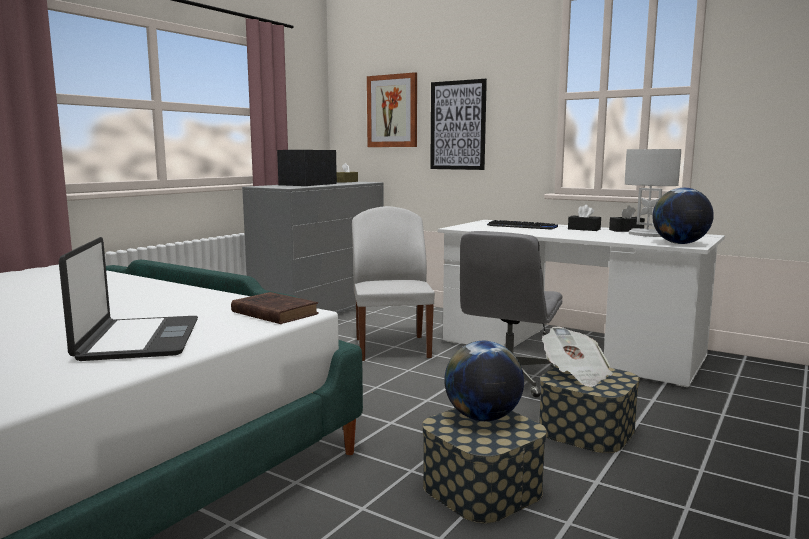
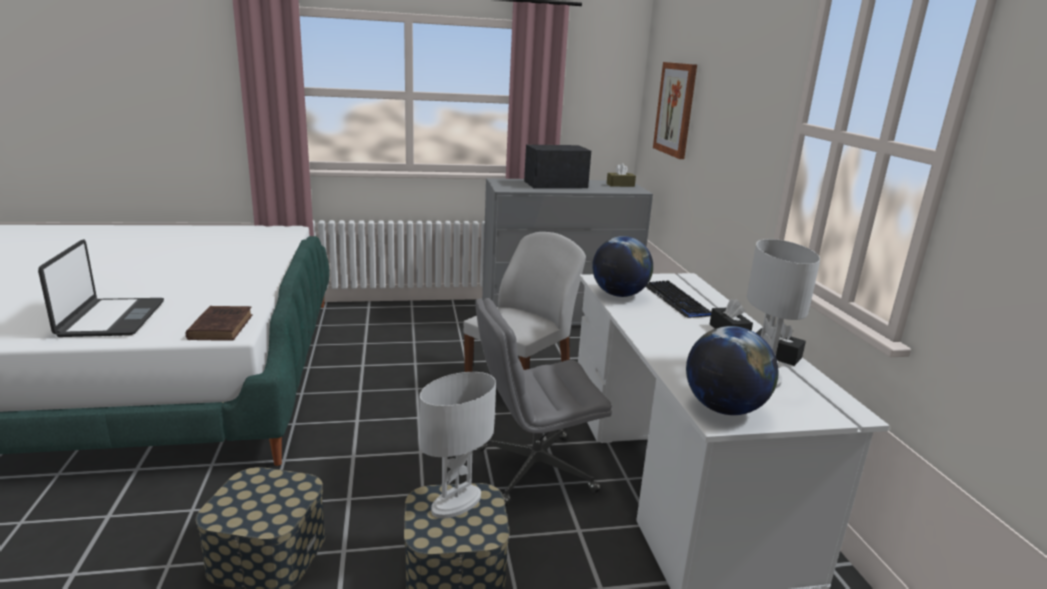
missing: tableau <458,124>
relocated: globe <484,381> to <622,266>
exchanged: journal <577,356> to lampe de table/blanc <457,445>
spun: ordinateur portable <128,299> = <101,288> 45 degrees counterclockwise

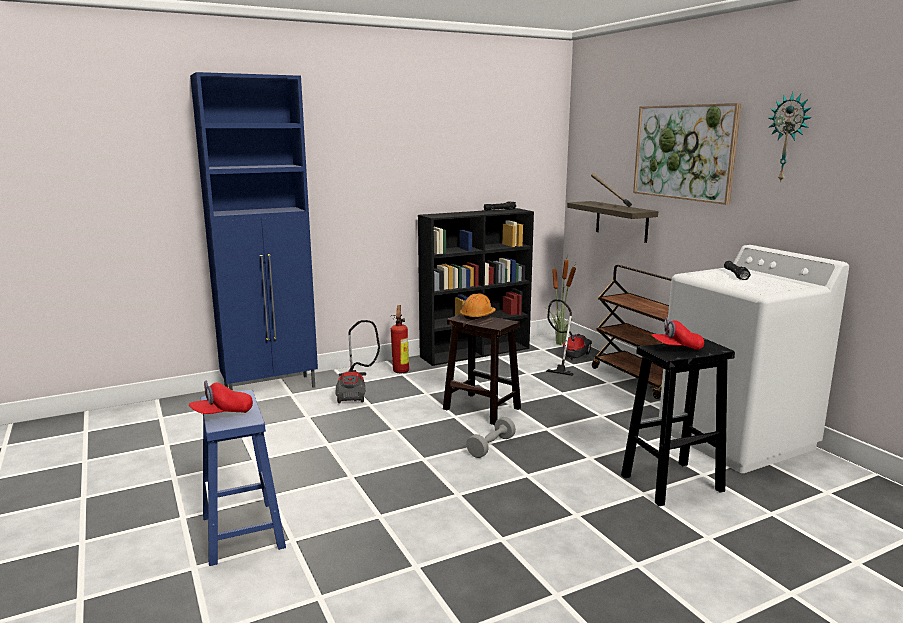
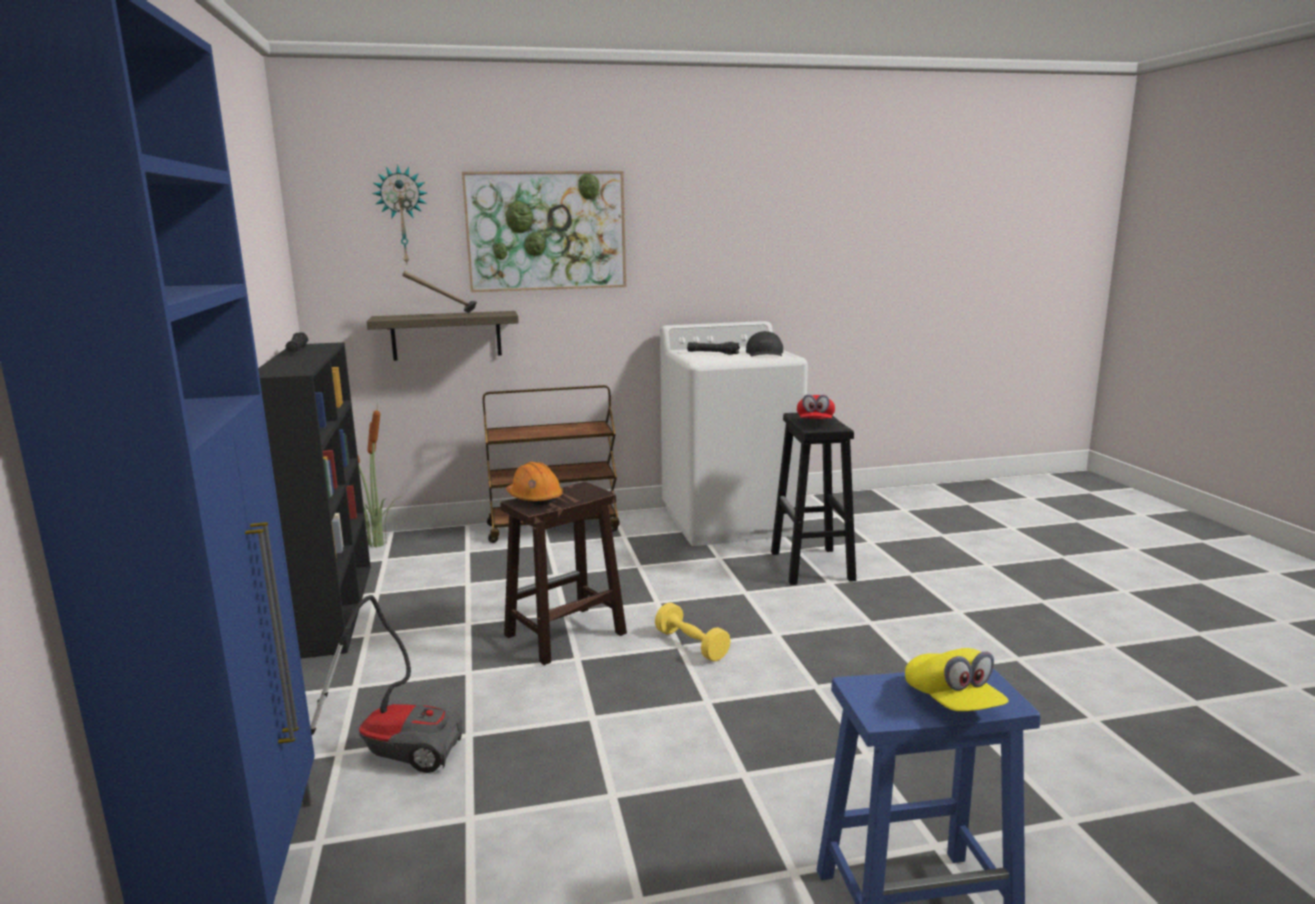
missing: extincteur <400,339>; aspirateur <569,337>
appeared: casquette/noir <764,343>
relocated: horloge murale <790,137> to <399,214>
colour: casquette/rouge <221,397> to casquette/jaune <957,679>; haltère/gris <491,437> to haltère/jaune <693,632>

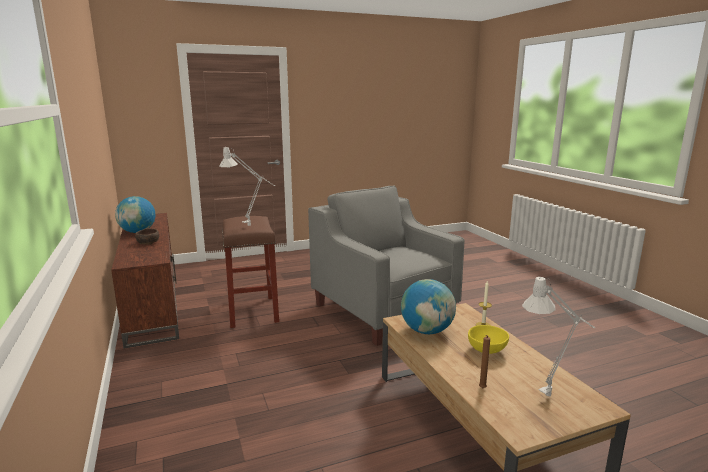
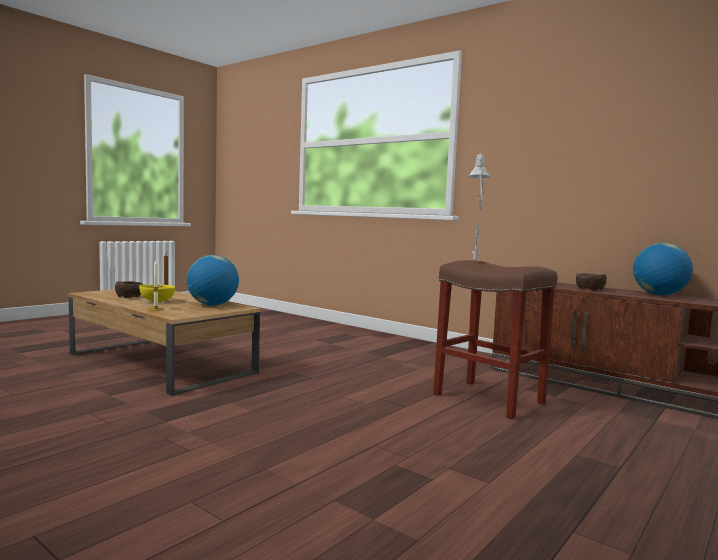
missing: fauteuil/gris <386,266>; lampe de table/gris <558,337>
appeared: bol/marron <129,289>

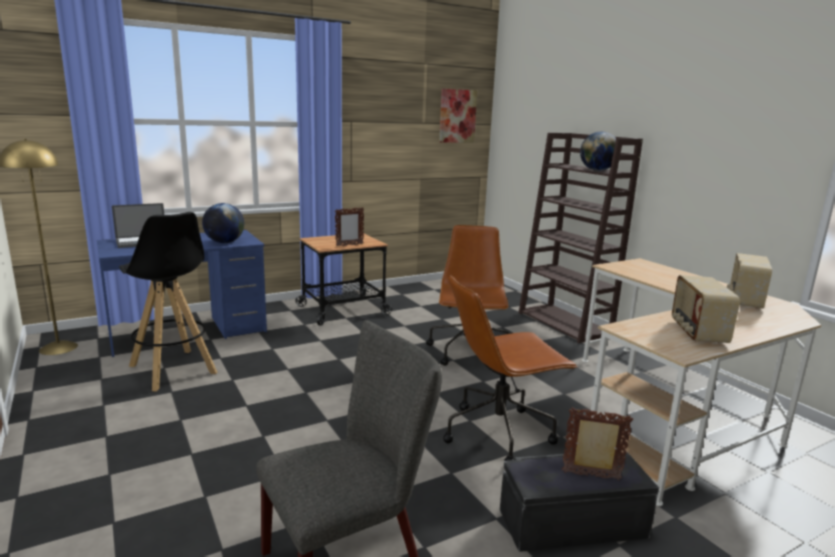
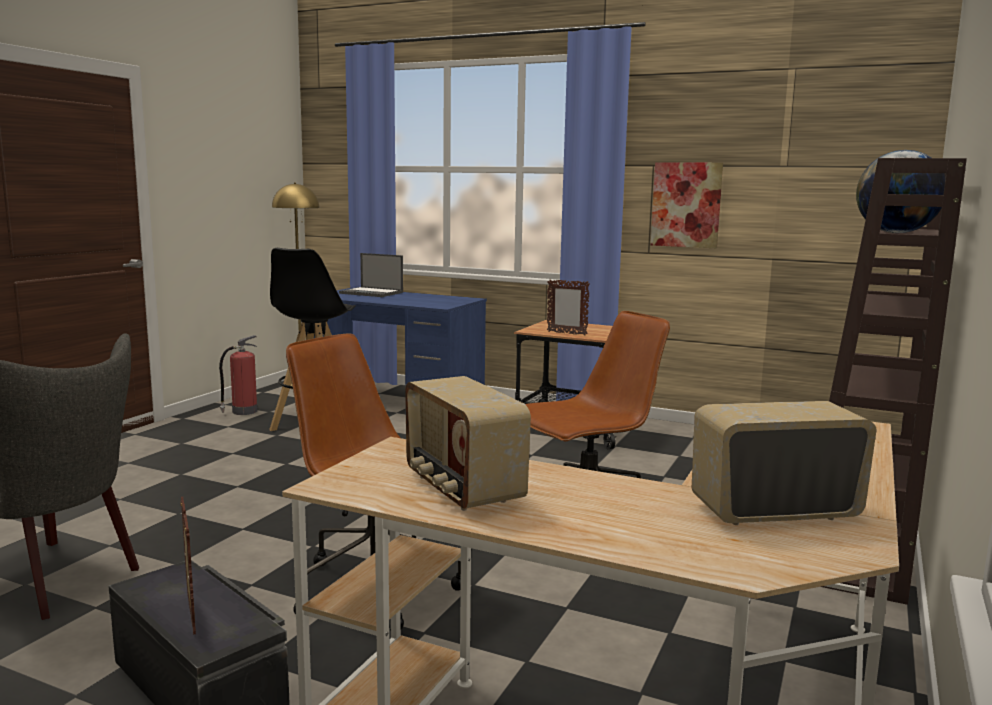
missing: globe <223,223>
appeared: extincteur <238,375>
relocated: tableau <458,116> to <687,205>
spun: radio <706,309> = <468,443> 90 degrees counterclockwise

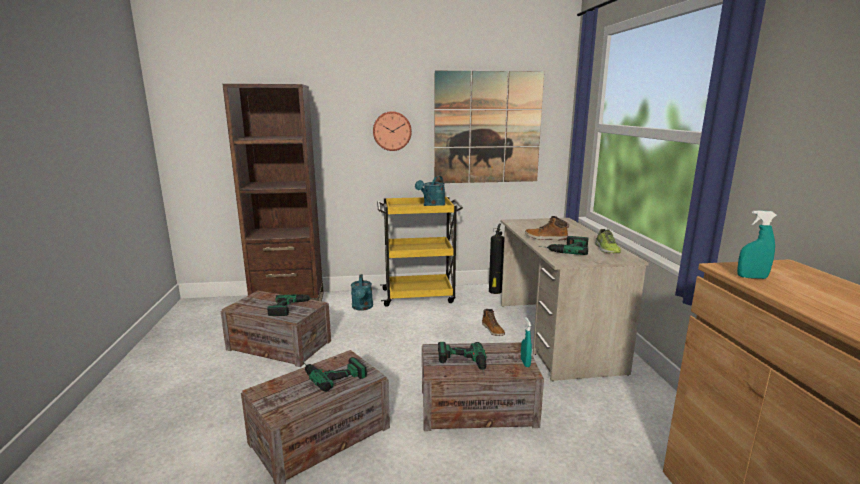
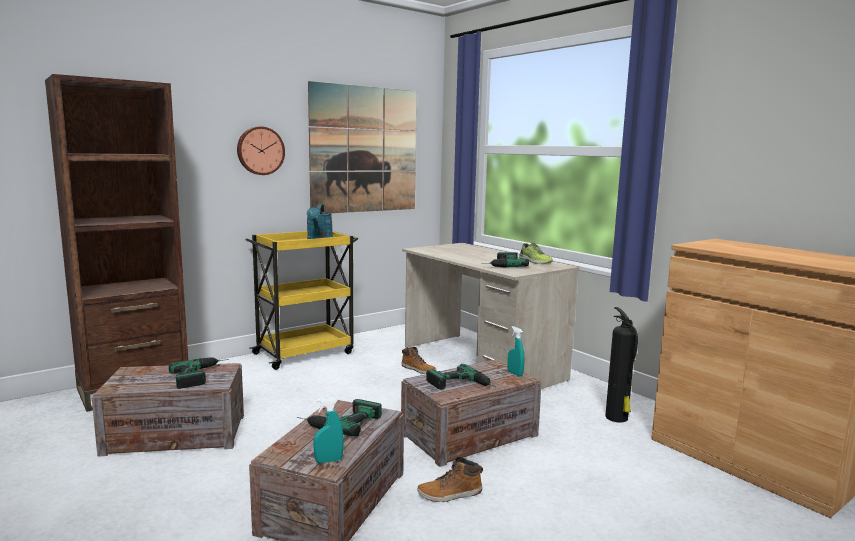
missing: arrosoir/turquoise <362,292>
relocated: extincteur <496,258> to <621,364>; botte <547,228> to <450,479>; vaporisateur/turquoise <757,244> to <328,430>

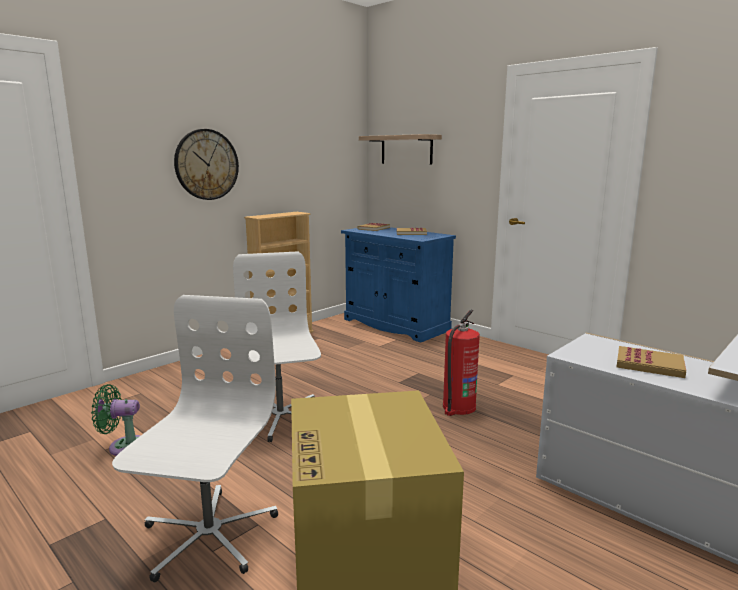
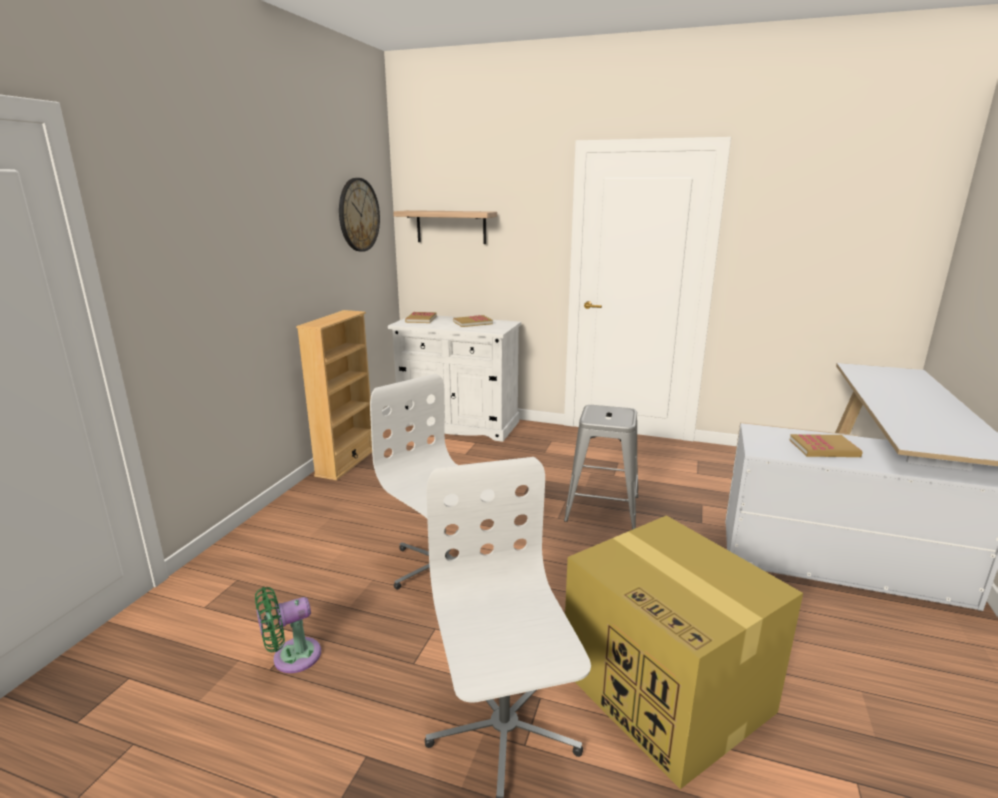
relocated: horloge murale <206,164> to <359,215>
exchanged: extincteur <461,363> to tabouret/gris <601,467>
colour: meuble de rangement/bleu <398,285> to meuble de rangement/blanc <454,379>

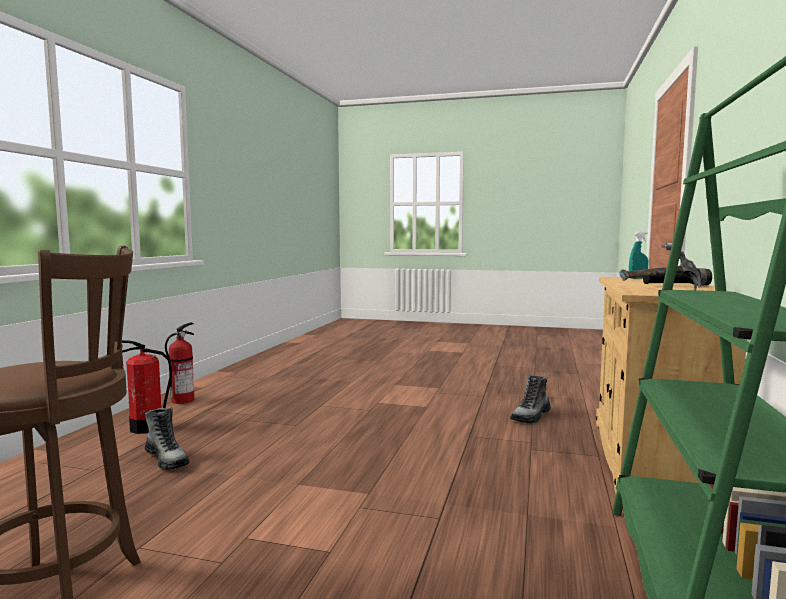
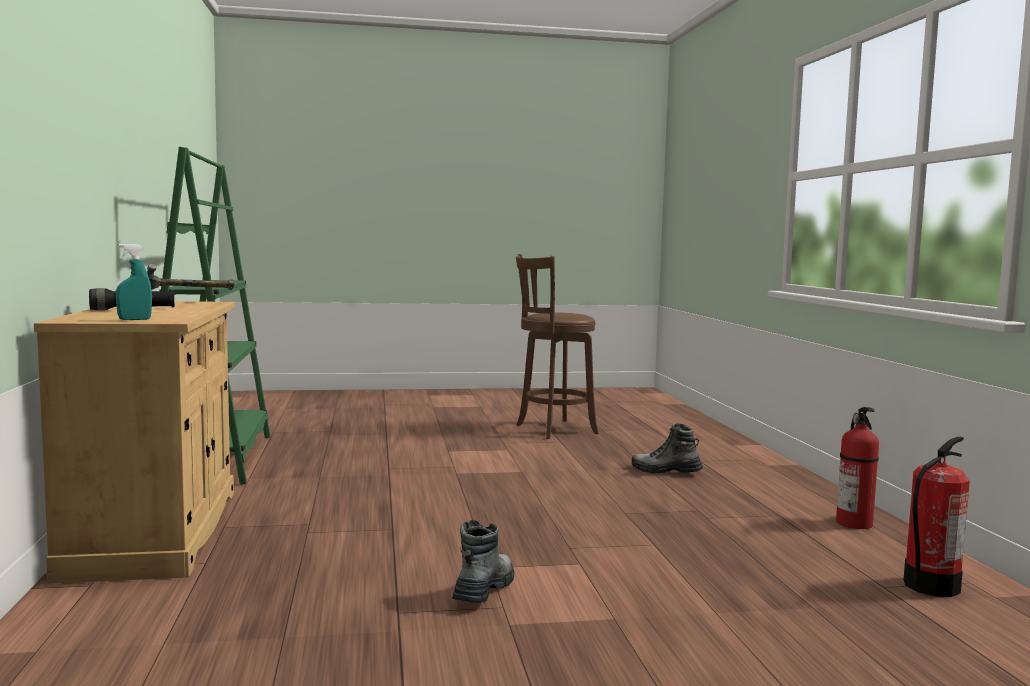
relocated: extincteur <147,387> to <937,517>; botte <530,398> to <483,561>

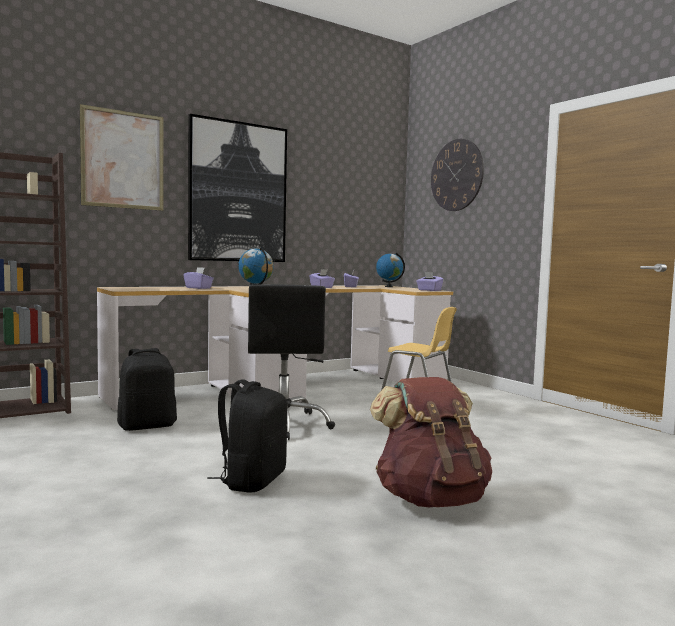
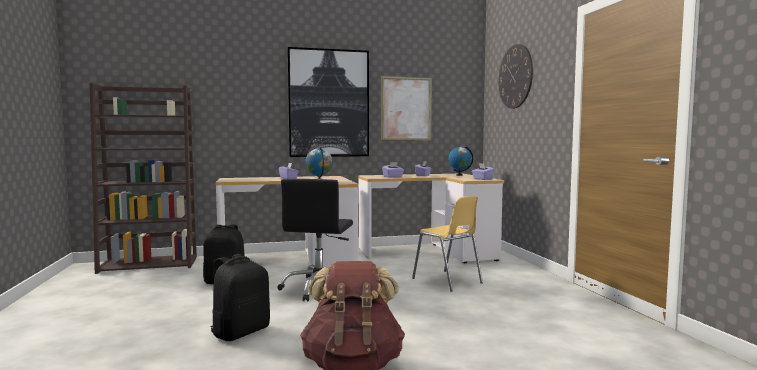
relocated: tableau <121,157> to <406,108>

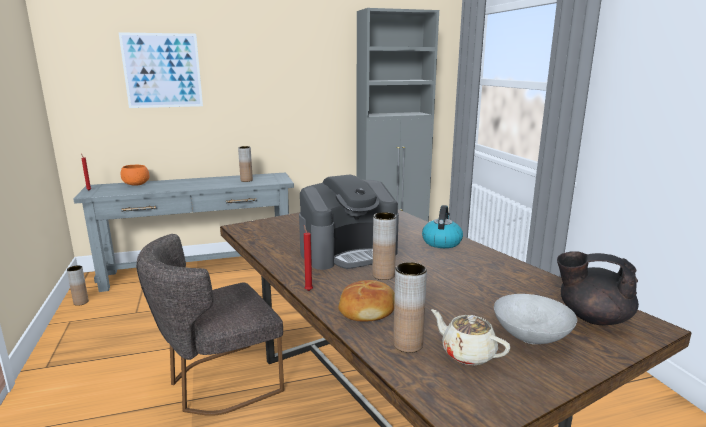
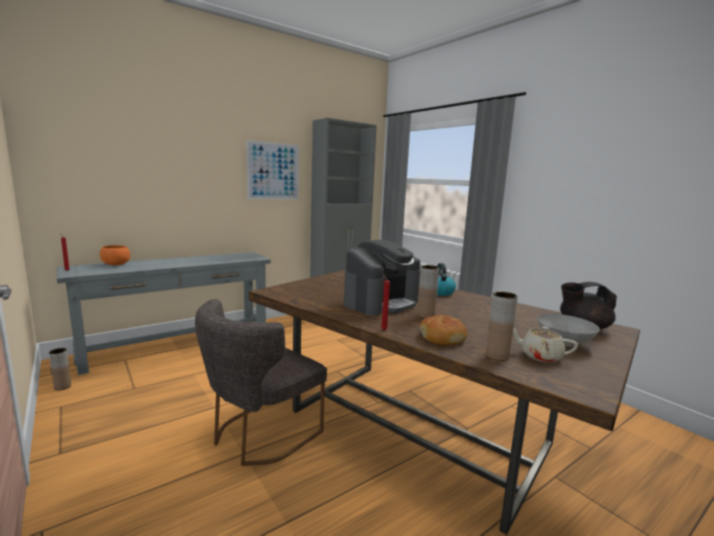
missing: vase/marron <245,164>
relocated: tableau <161,70> to <272,170>

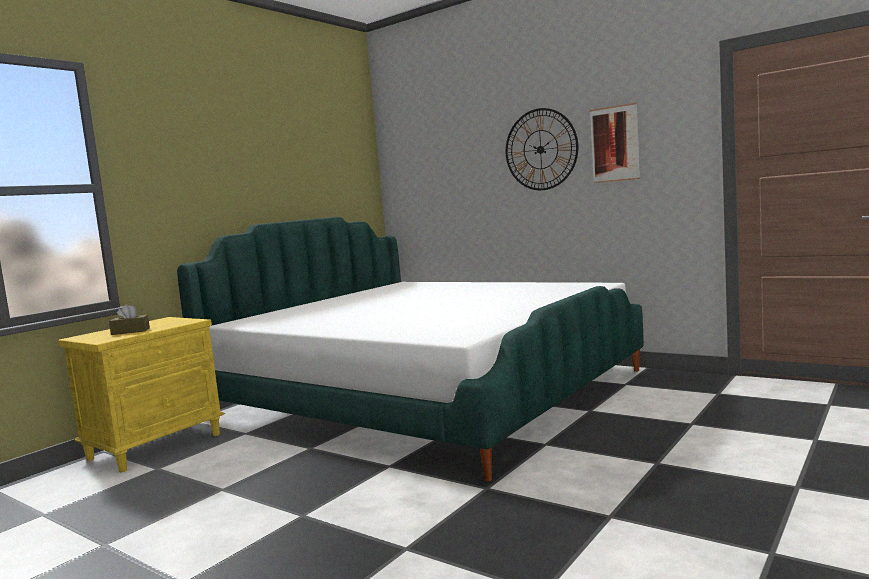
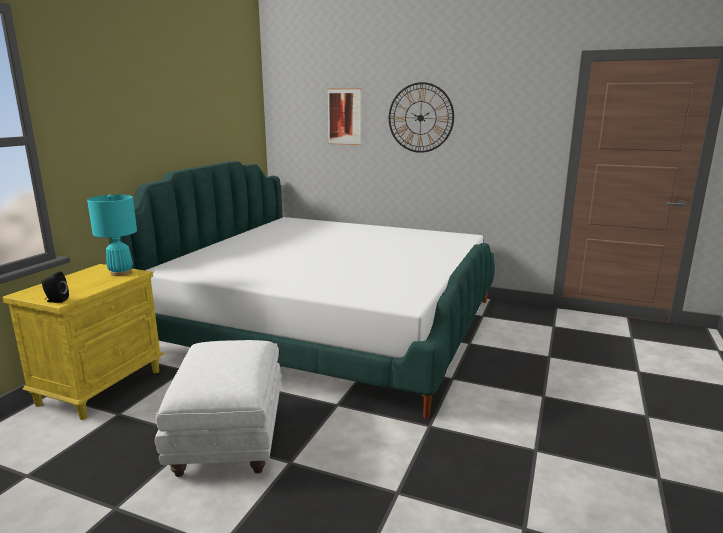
missing: boîte à mouchoirs/marron <129,319>
appeared: enceinte/noir <55,287>; lampe de table/turquoise <112,235>; pouf/blanc <218,408>
relocated: tableau <615,143> to <344,116>

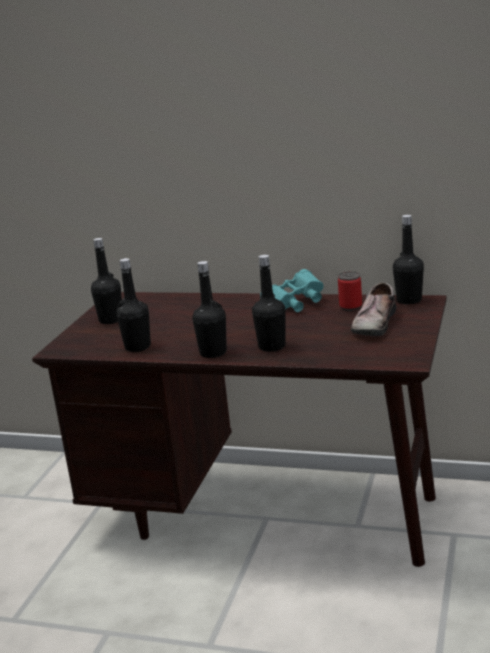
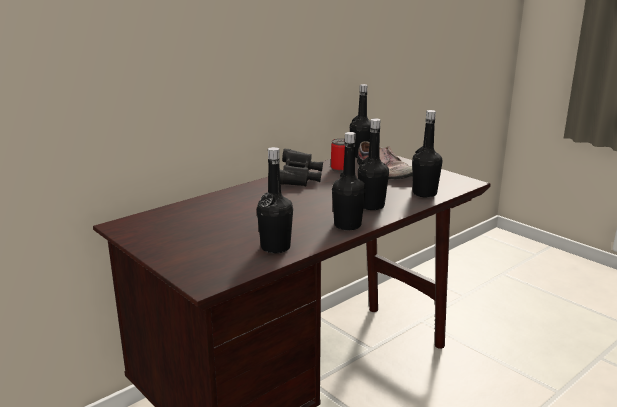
relocated: bouteille/noir <106,281> to <427,154>
colour: jumelles/turquoise <292,290> to jumelles/noir <301,168>

